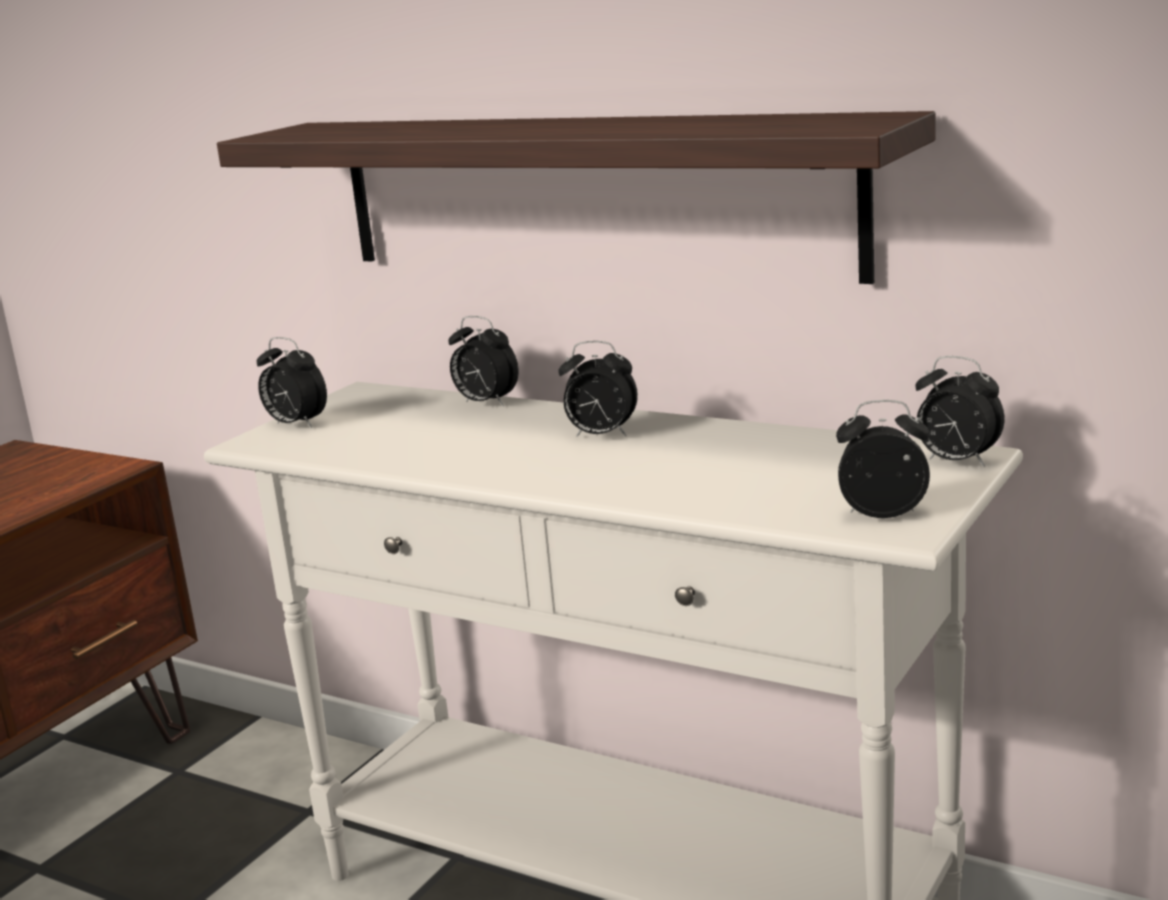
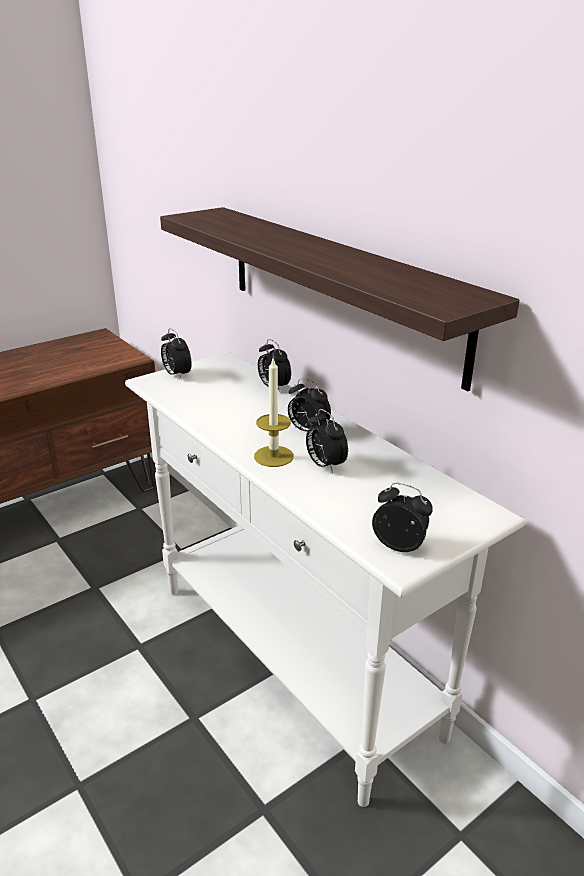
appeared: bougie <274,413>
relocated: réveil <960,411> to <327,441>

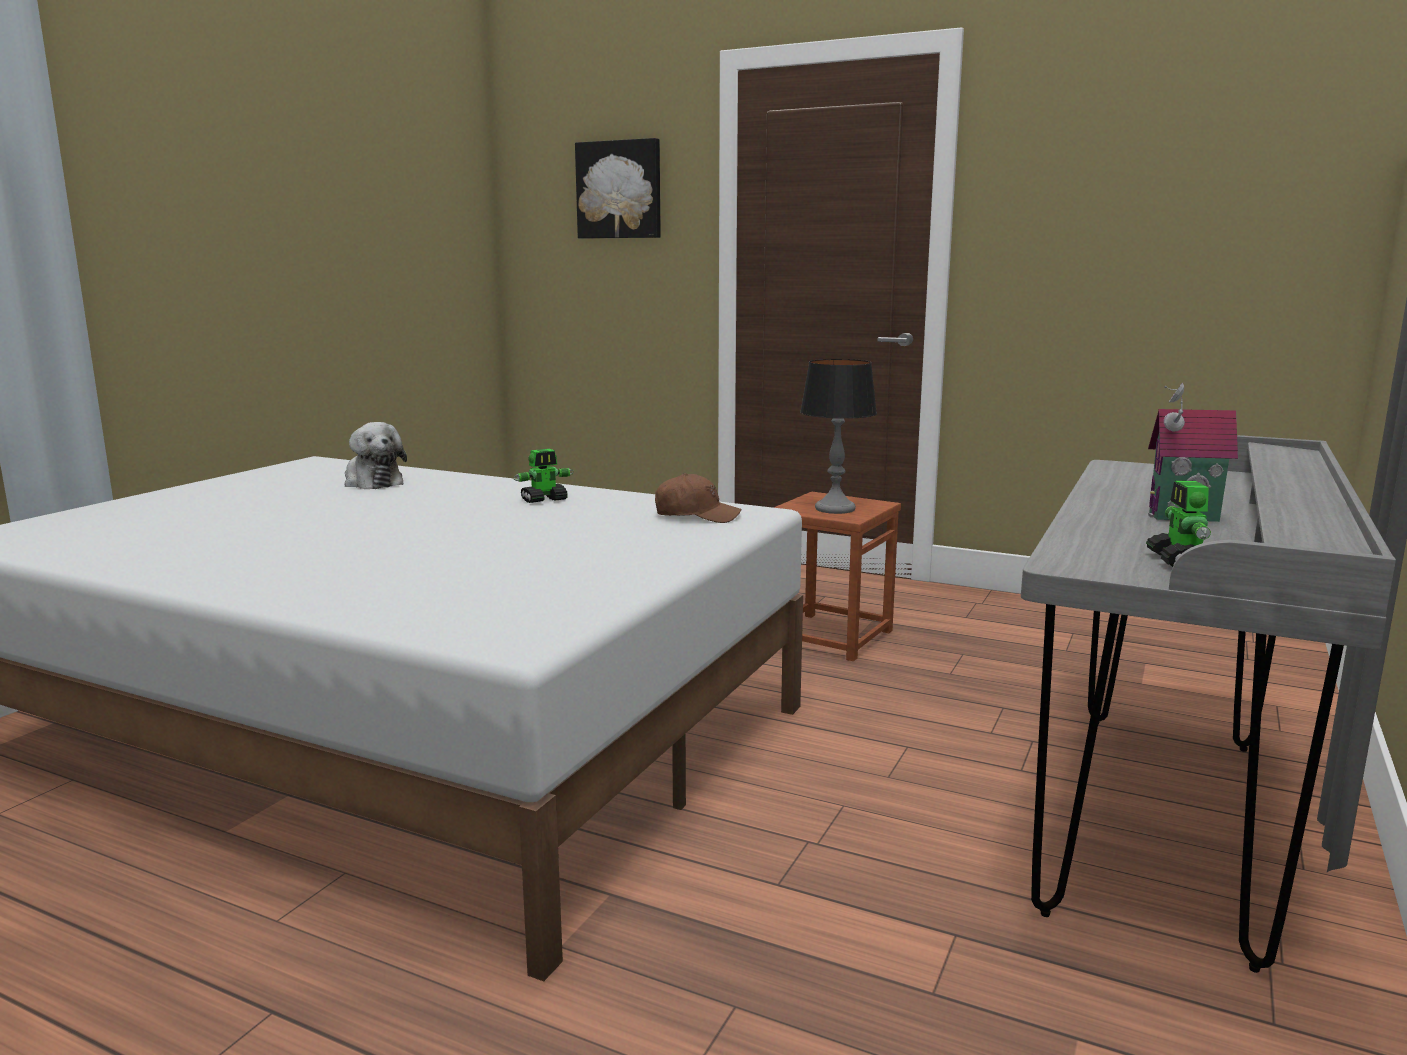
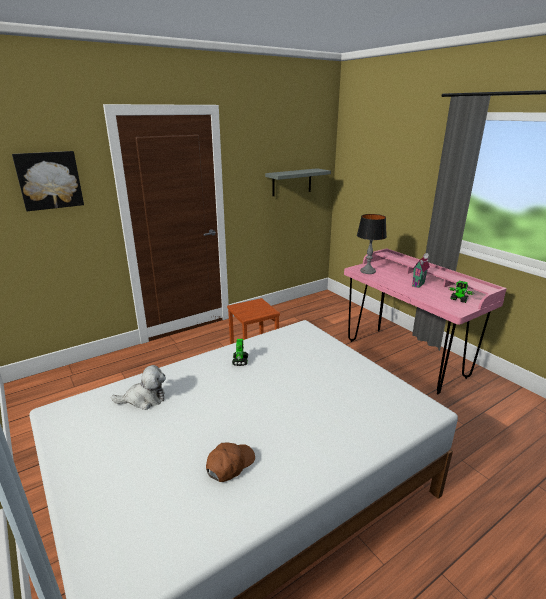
appeared: étagère/gris <298,182>
relocated: casquette/marron <698,498> to <230,462>; lampe de table <838,436> to <372,244>
colour: bureau/gris <1208,704> to bureau/rose <425,321>

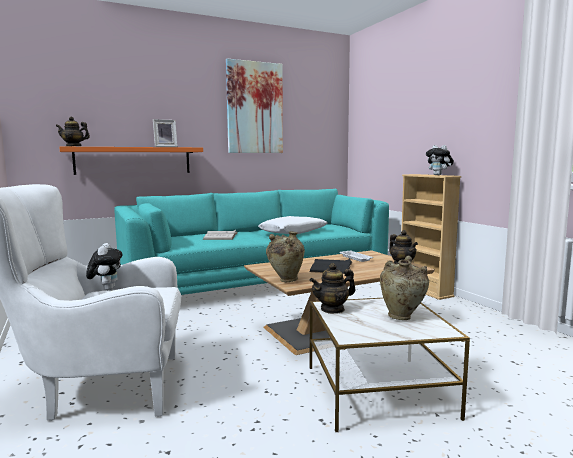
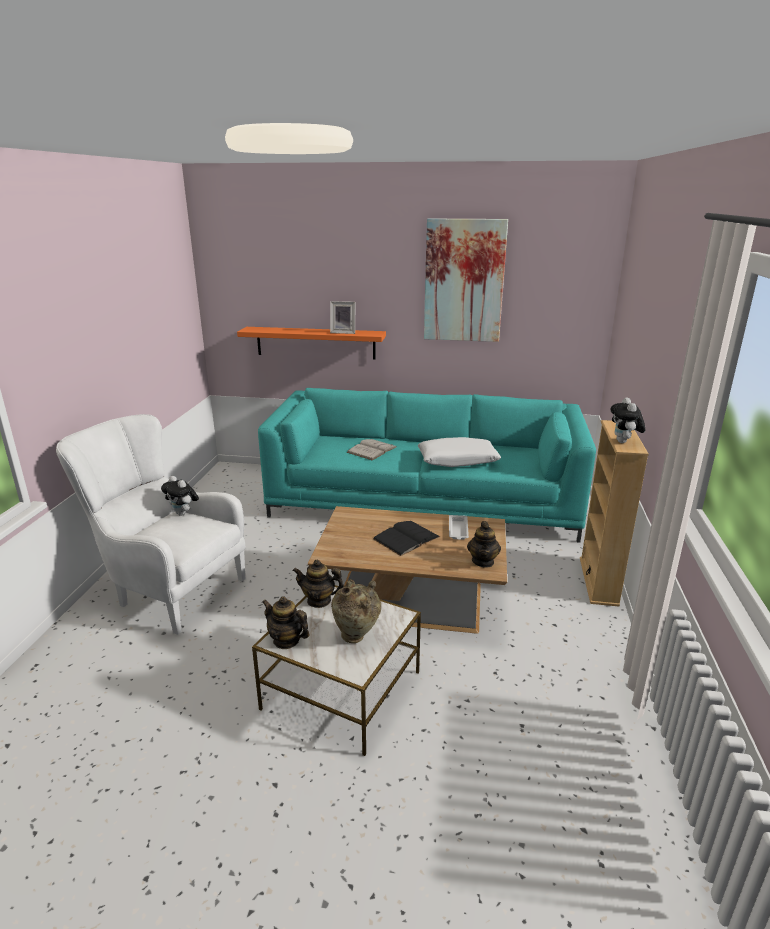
missing: vase/beige <285,256>
relocated: théière <73,131> to <286,622>
spun: peluche <104,267> = <180,496> 105 degrees clockwise

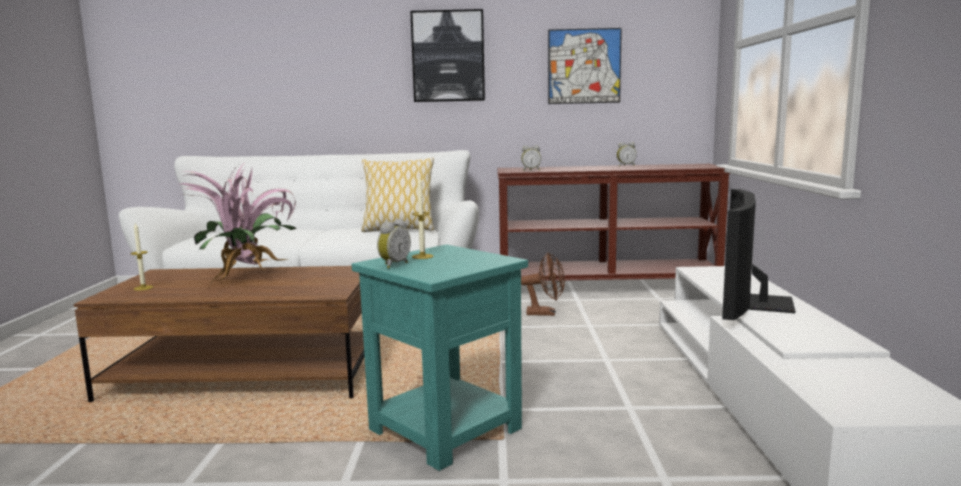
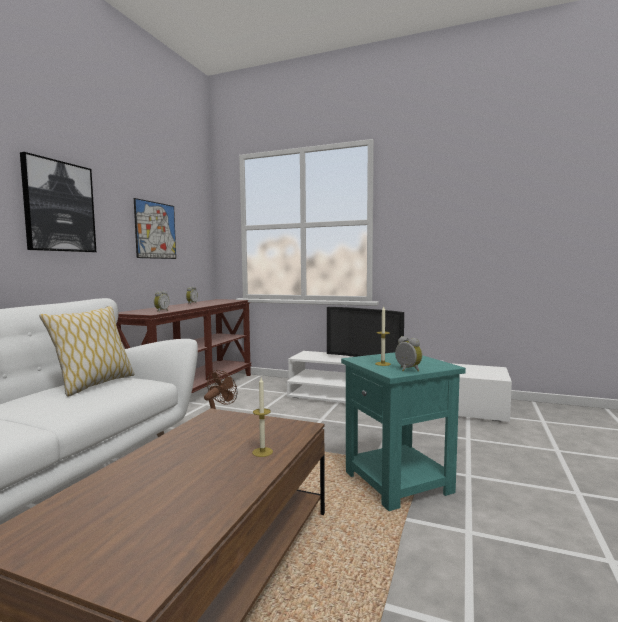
missing: plante en pot <237,226>
relocated: bougie <142,257> to <262,417>

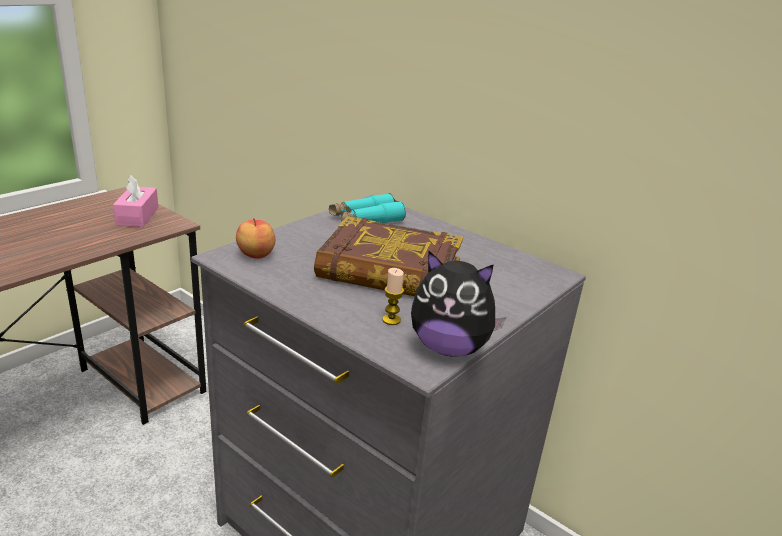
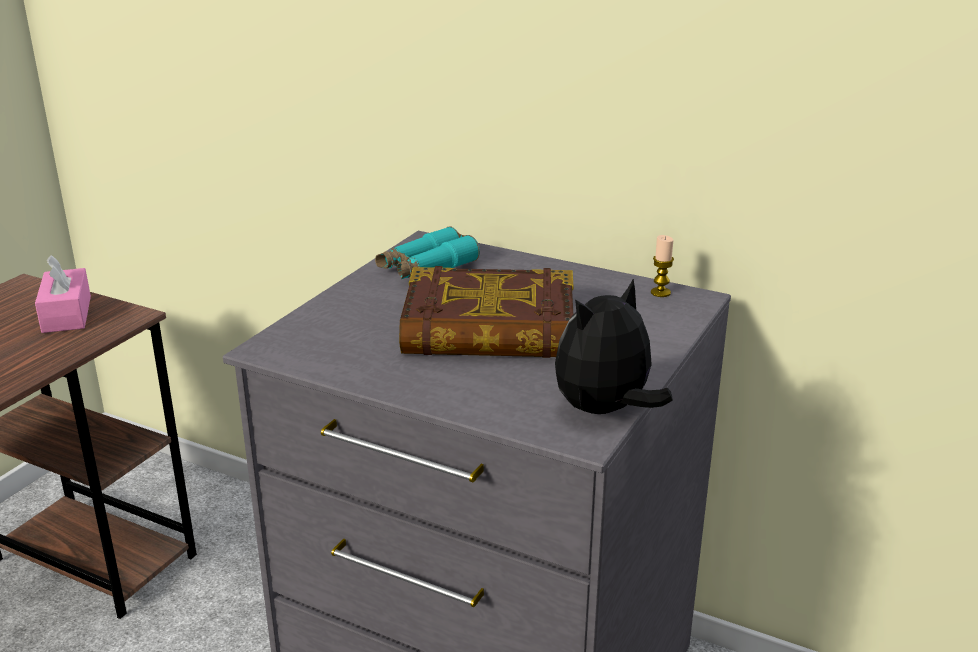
missing: pomme <255,238>
relocated: bougie <393,296> to <662,266>
spun: peluche <458,304> = <614,346> 135 degrees clockwise

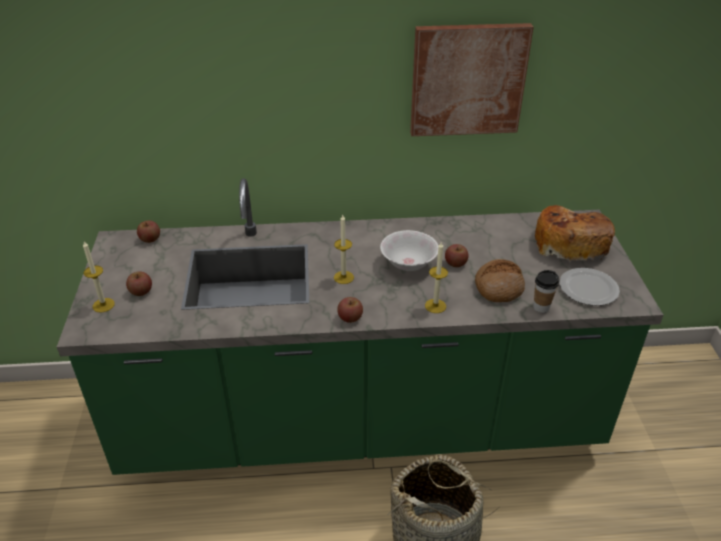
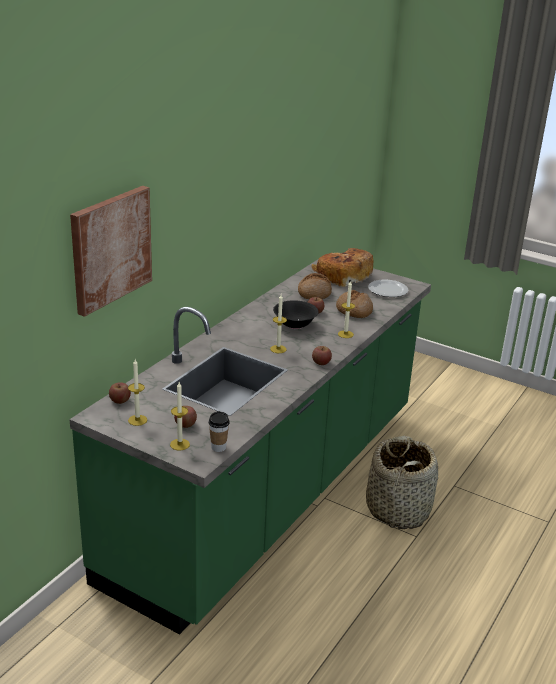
appeared: bougie <137,392>; pain <315,286>
relocated: tableau <472,79> to <111,251>; tasse <546,291> to <219,431>
colour: bol/blanc <409,250> to bol/noir <296,314>

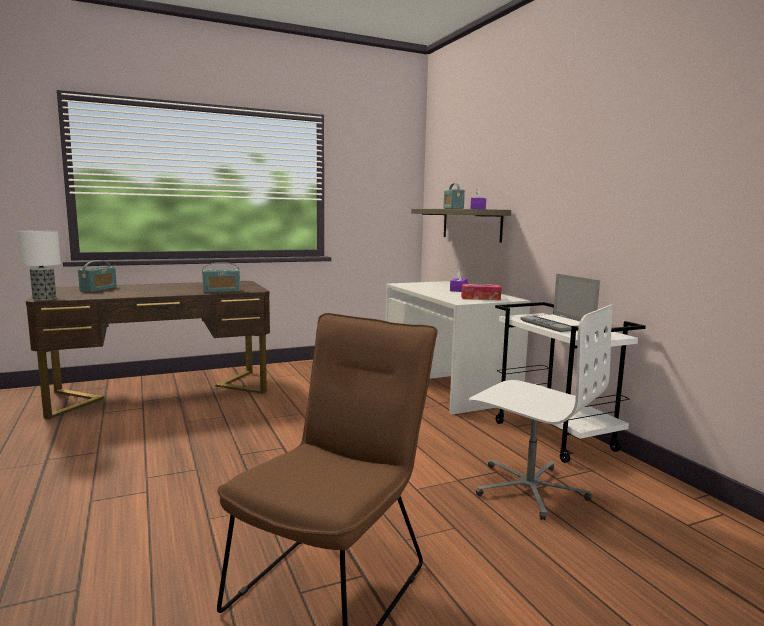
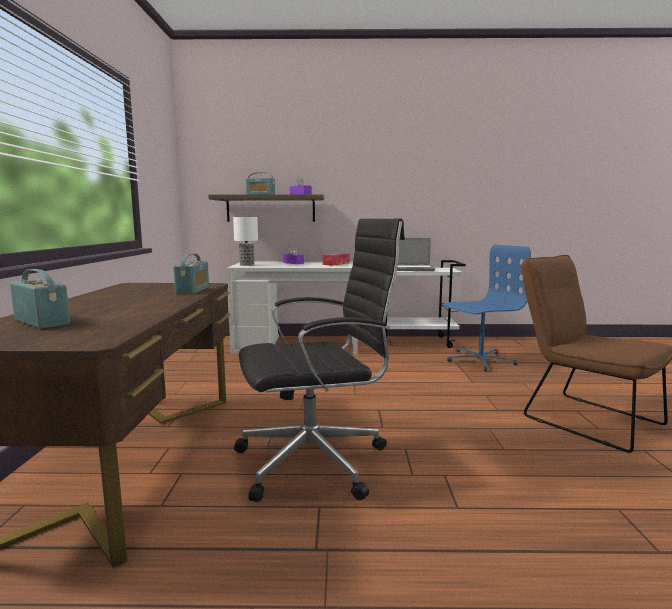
appeared: chaise de bureau/noir <319,360>
relocated: lampe de table <39,265> to <245,241>
colour: chaise de bureau/blanc <541,412> to chaise de bureau/bleu <487,308>

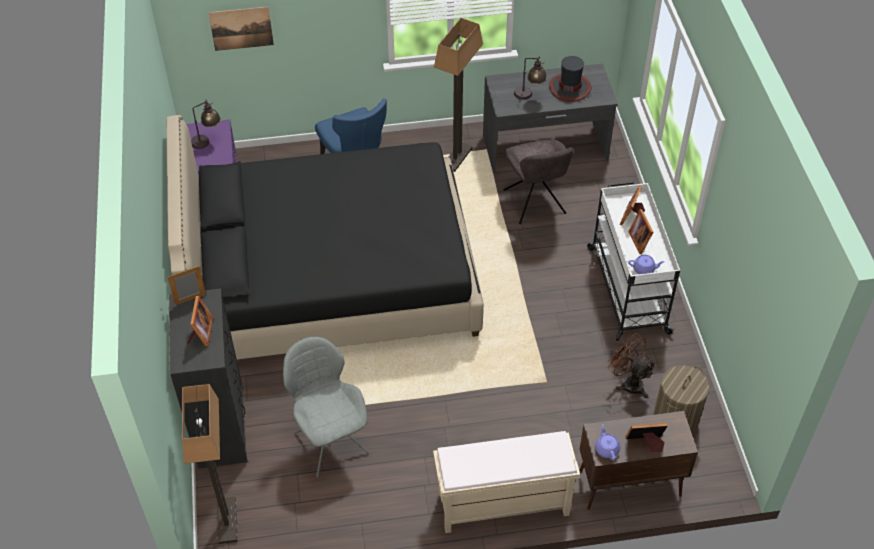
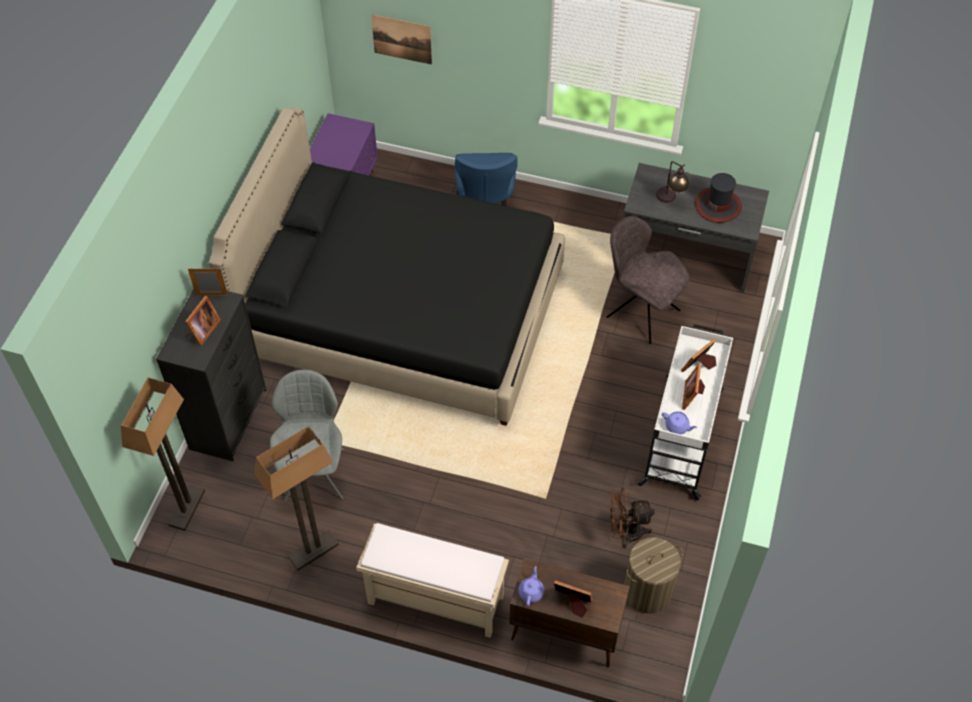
missing: lampe de table <206,124>
relocated: lampadaire <458,95> to <296,498>
spun: chaise/gris <539,181> = <648,280> 120 degrees clockwise; ventilateur/marron <631,365> = <632,518> 75 degrees counterclockwise

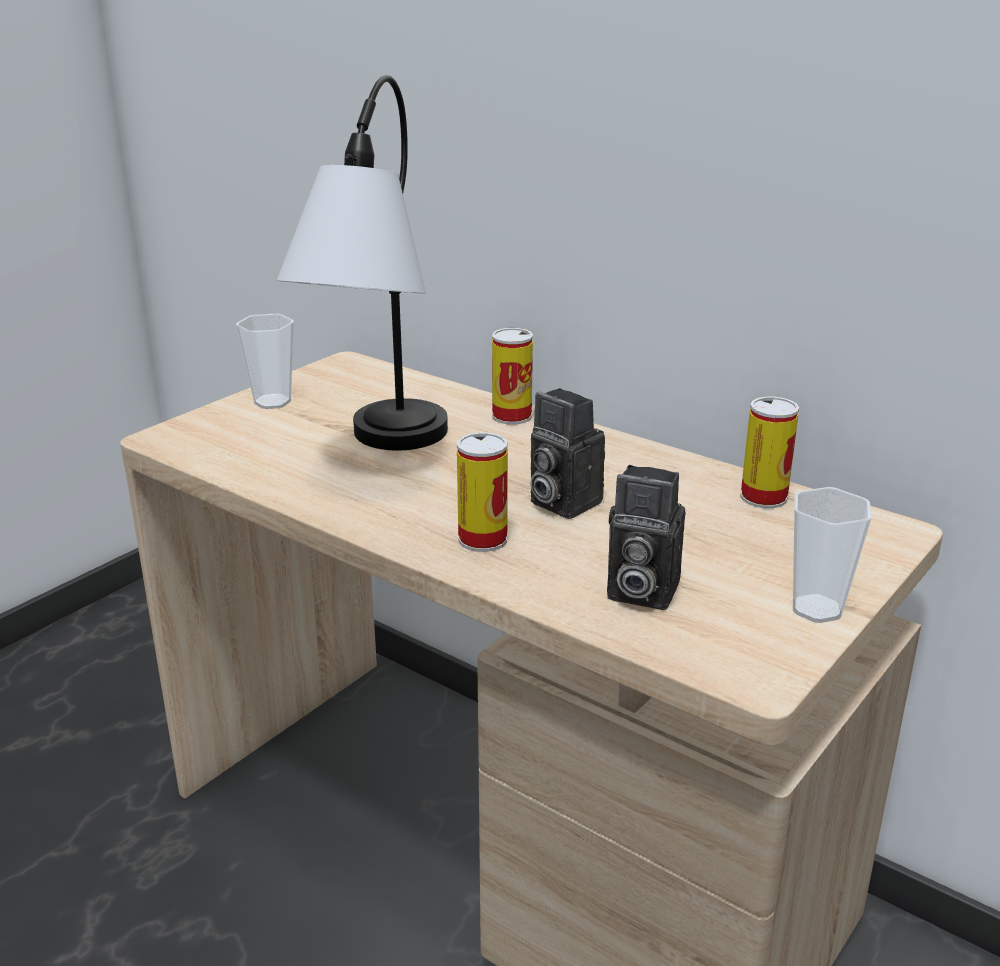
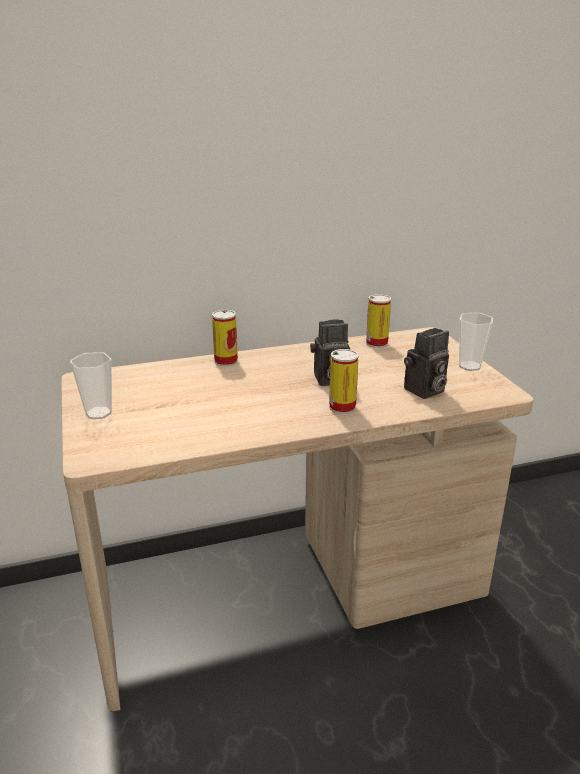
missing: lampe de table <362,263>

